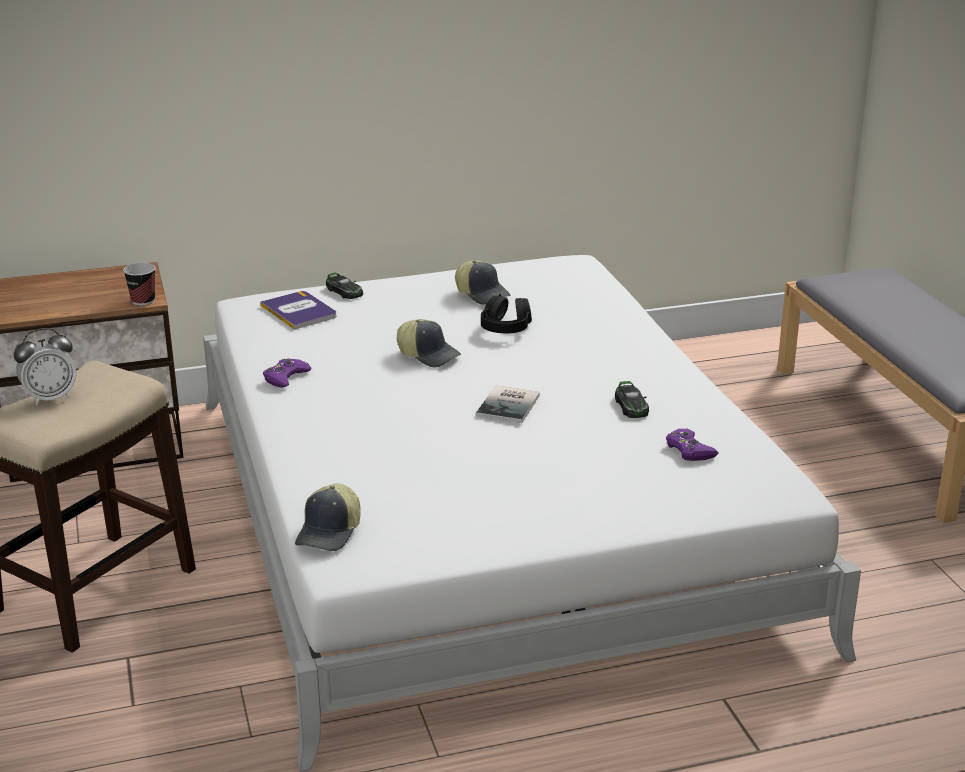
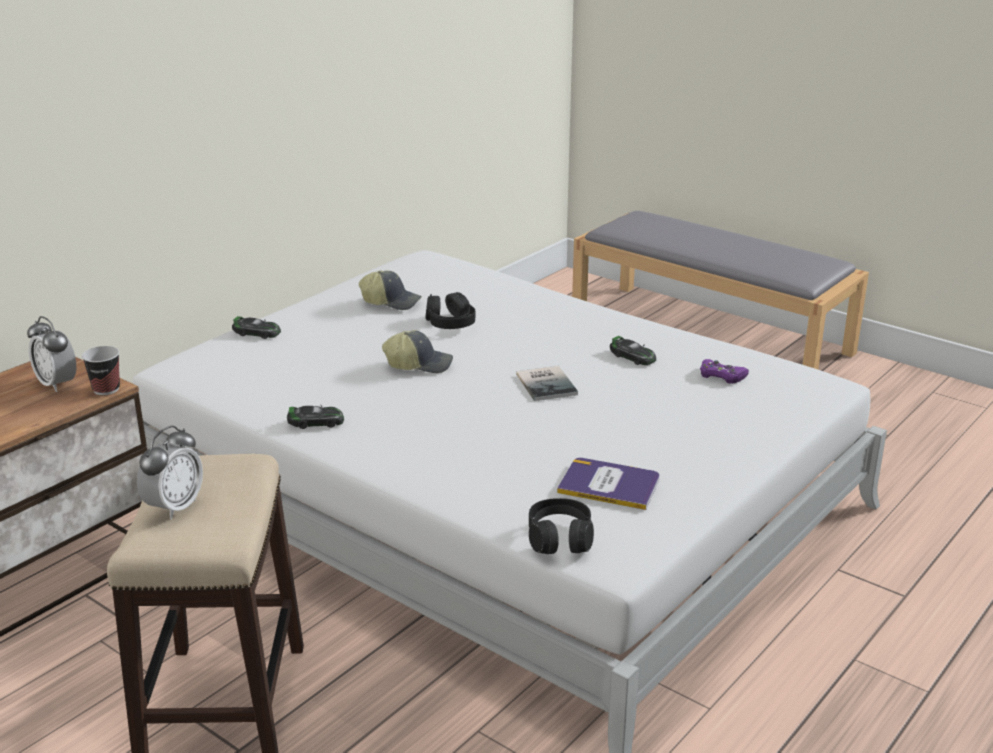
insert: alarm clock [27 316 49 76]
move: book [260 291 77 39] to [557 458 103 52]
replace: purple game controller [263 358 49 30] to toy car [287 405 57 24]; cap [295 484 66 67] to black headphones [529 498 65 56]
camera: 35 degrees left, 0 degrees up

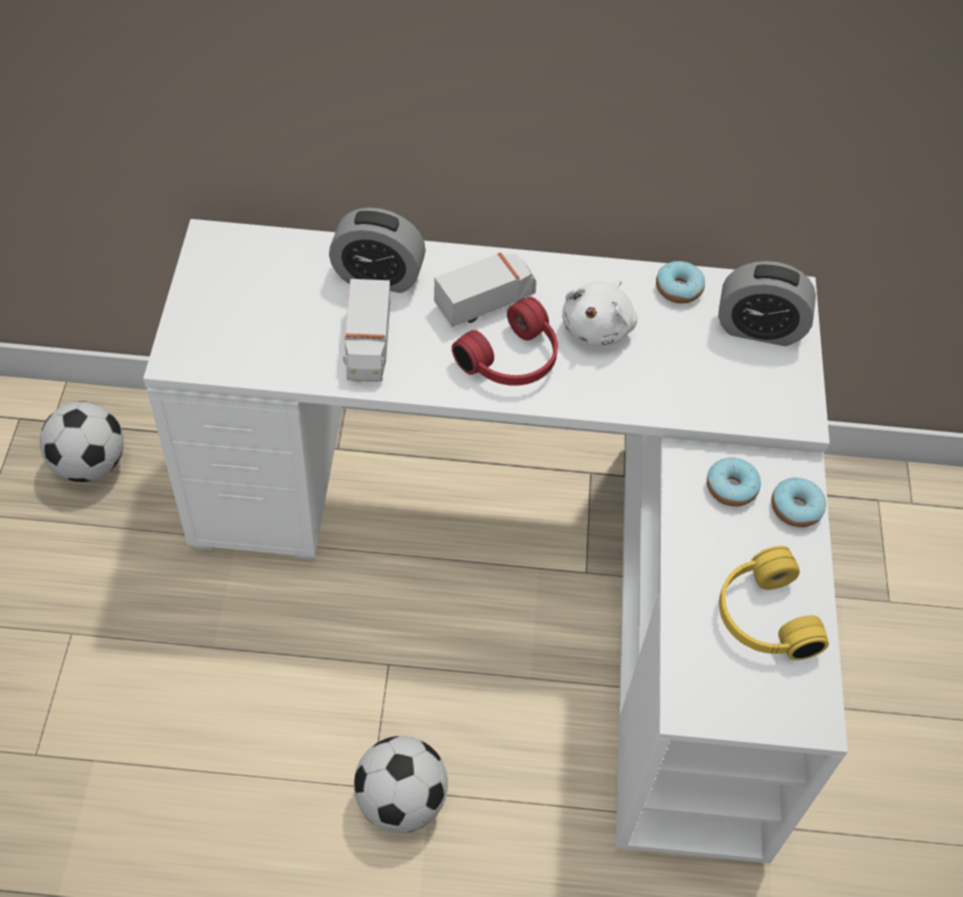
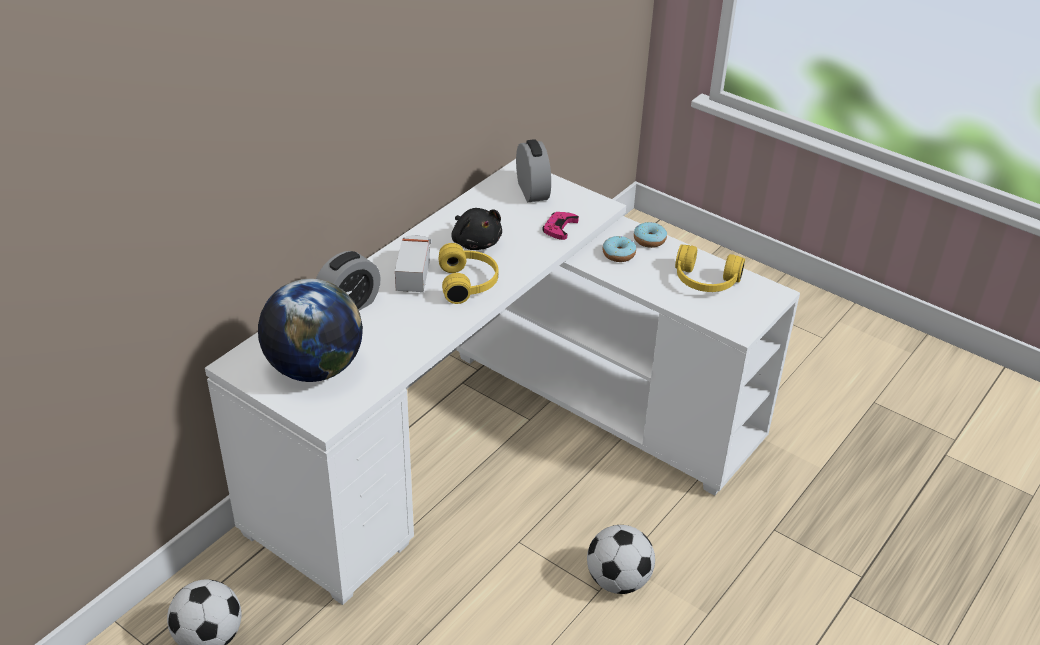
delete: toy truck [343 279 47 103]; donut [656 261 49 43]
insert: globe [258 279 105 103]; pink game controller [542 212 37 28]
recolor: red headphones [452 297 106 89] to yellow headphones [439 243 59 61]; white plush toy [562 280 75 66] to black plush toy [452 208 50 42]
rotate: alarm clock [718 261 98 85] = [516 140 35 62] 60 degrees counterclockwise
camera: 55 degrees left, 15 degrees down

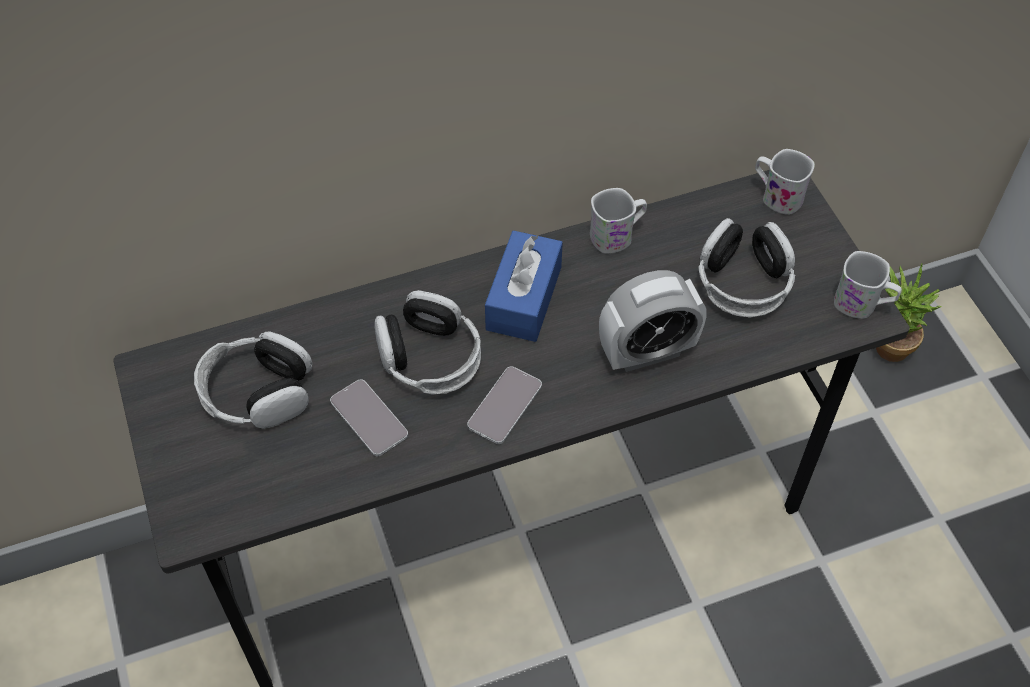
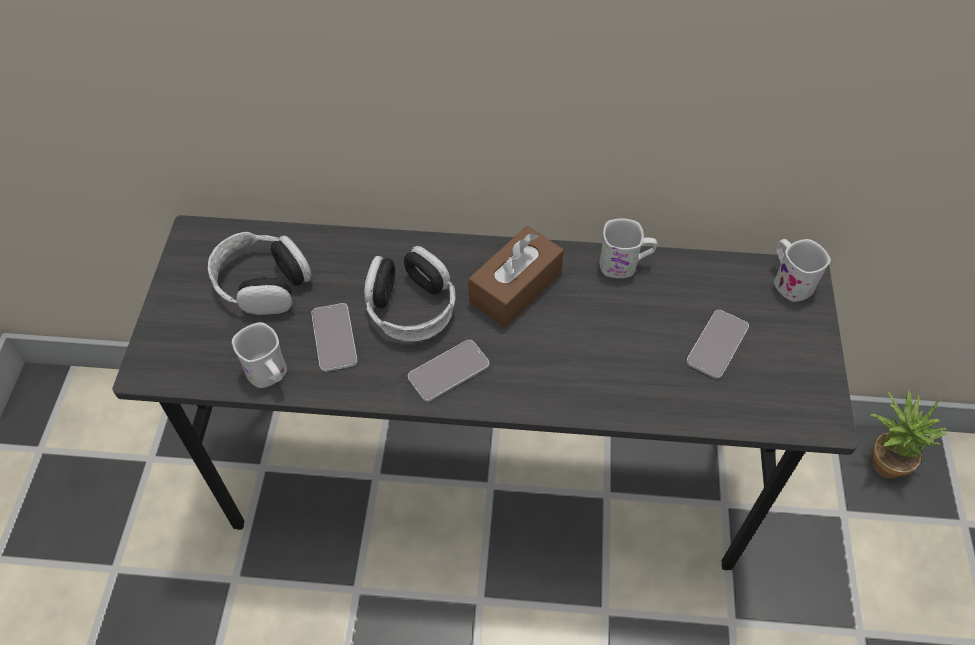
delete: alarm clock [599 270 107 102]
move: white mug [834 251 68 68] to [232 322 55 66]
replace: headphones [698 218 97 100] to phone [686 310 63 69]
recolor: blue tissue box [485 230 78 112] to brown tissue box [468 226 96 101]
camera: 25 degrees right, 0 degrees up

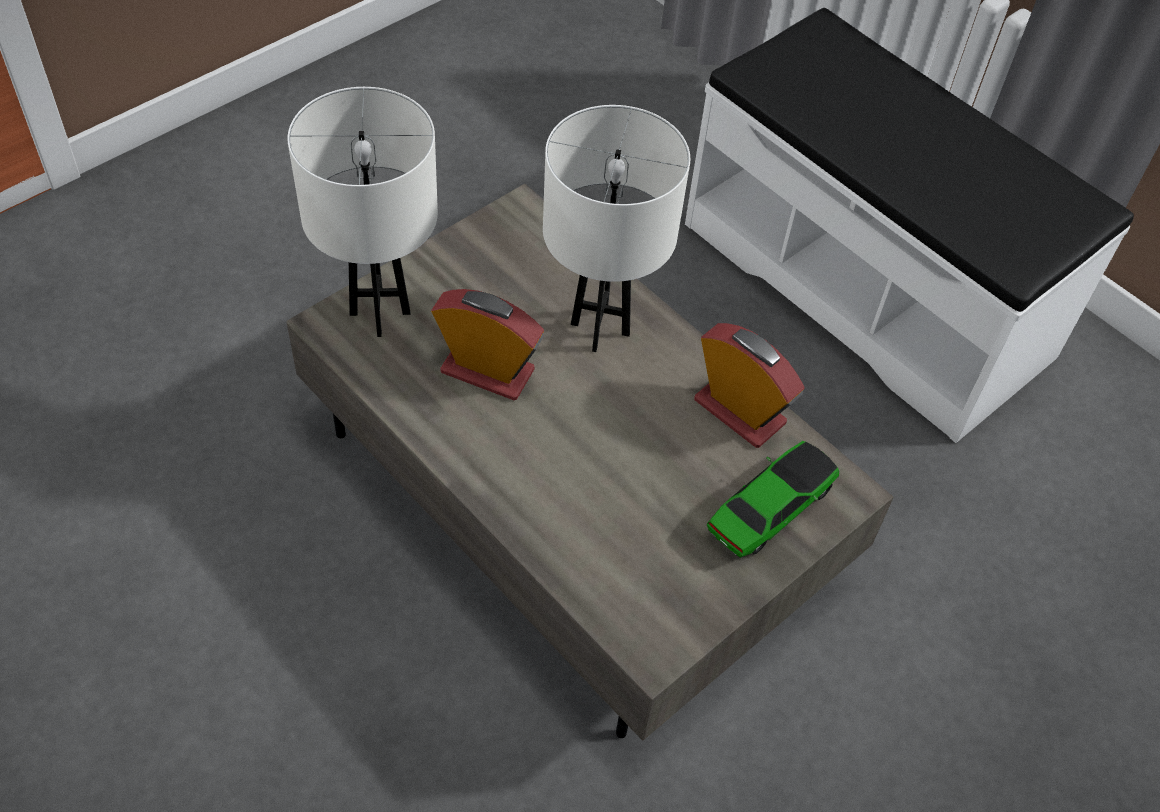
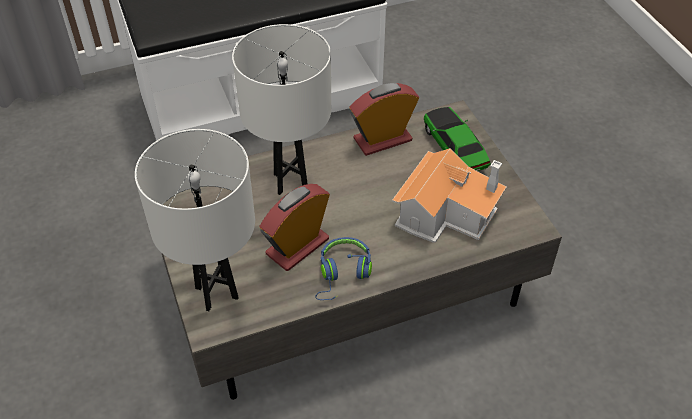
insert: blue headphones [315 237 57 63]; toy house [392 148 114 95]
camera: 65 degrees left, 5 degrees down

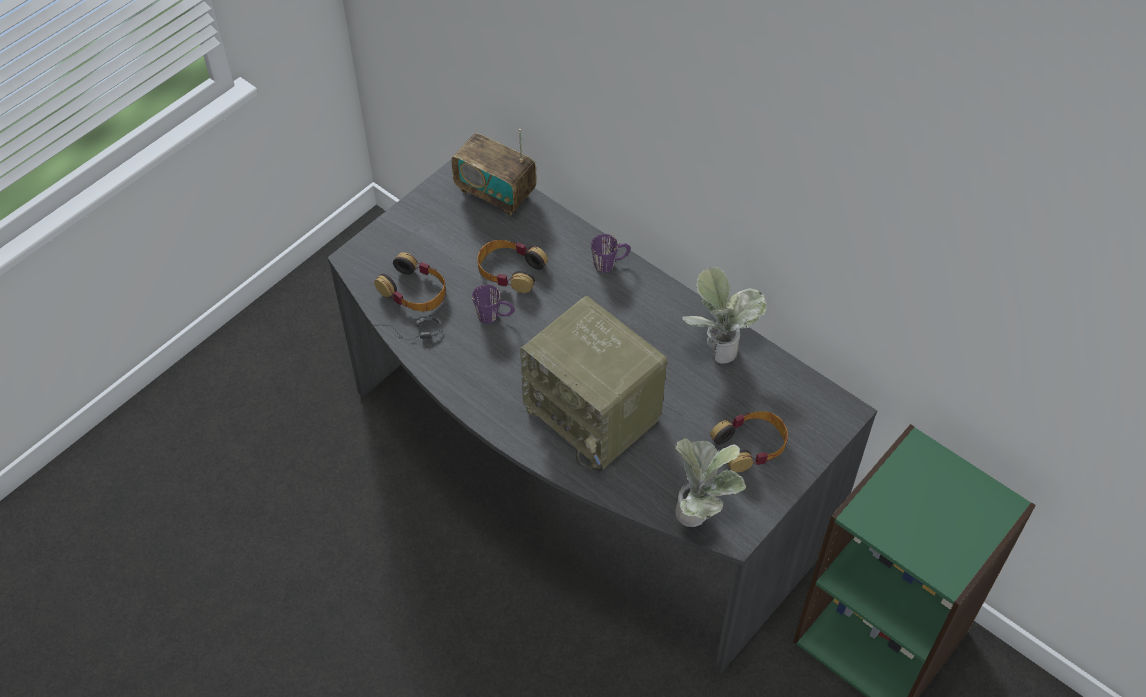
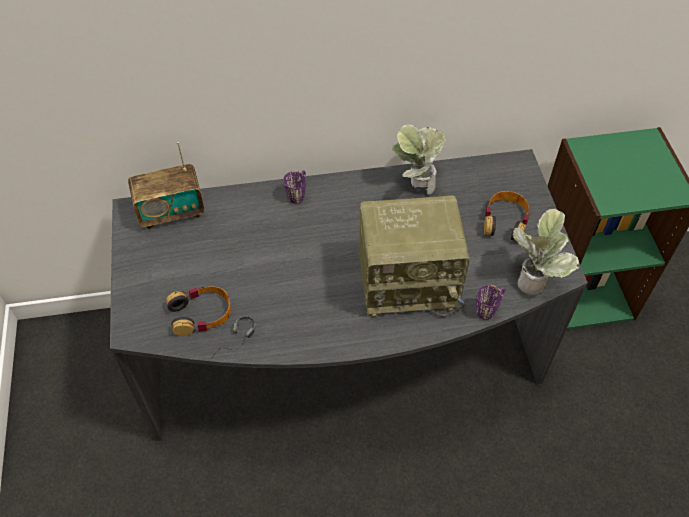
delete: headphones [477 240 71 53]
move: purple mug [472 284 43 40] to [476 285 30 35]
camera: 50 degrees left, 0 degrees up

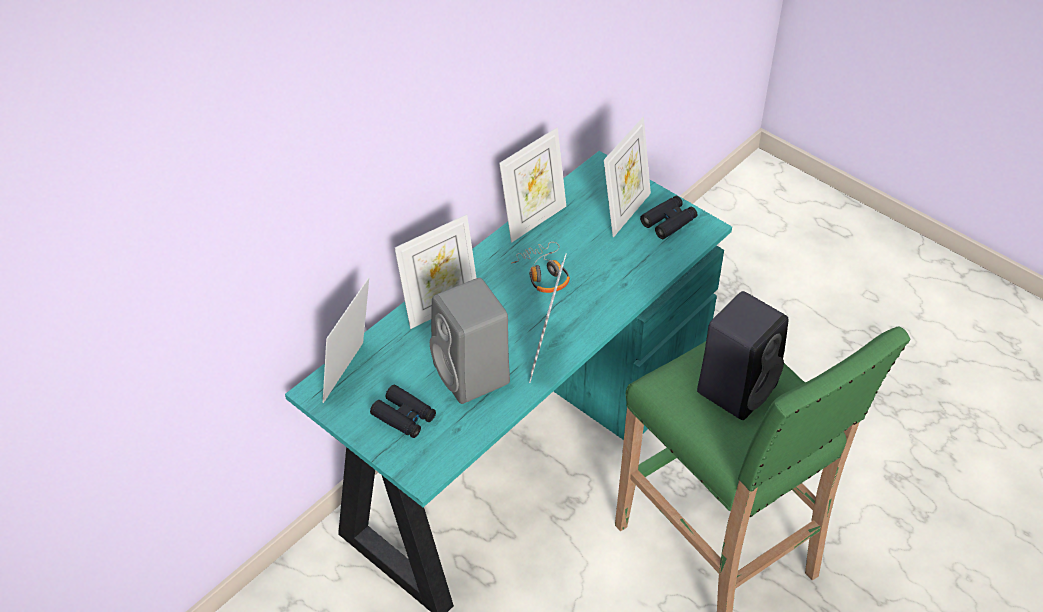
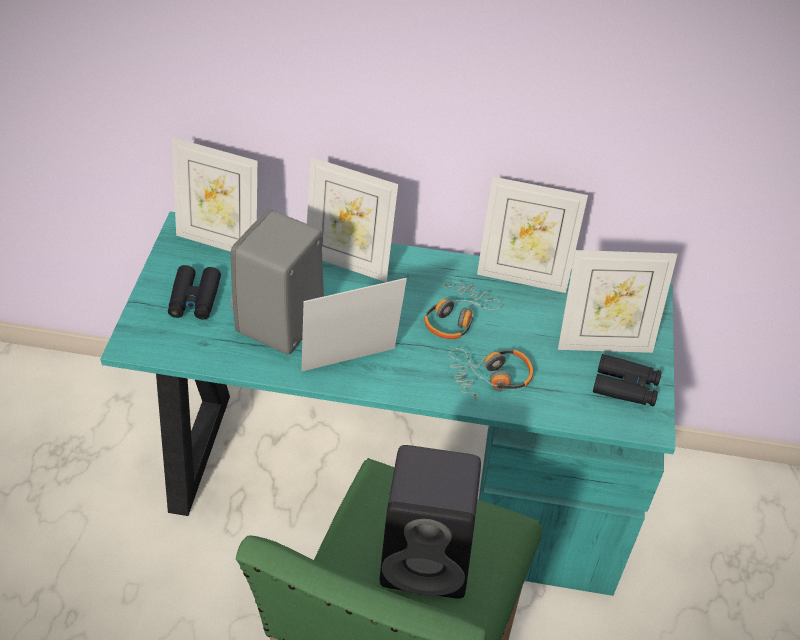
insert: headphones [449 348 84 53]
rotate: picture frame [323 277 46 126] = [172 137 86 115] 150 degrees counterclockwise
camera: 55 degrees right, 0 degrees up

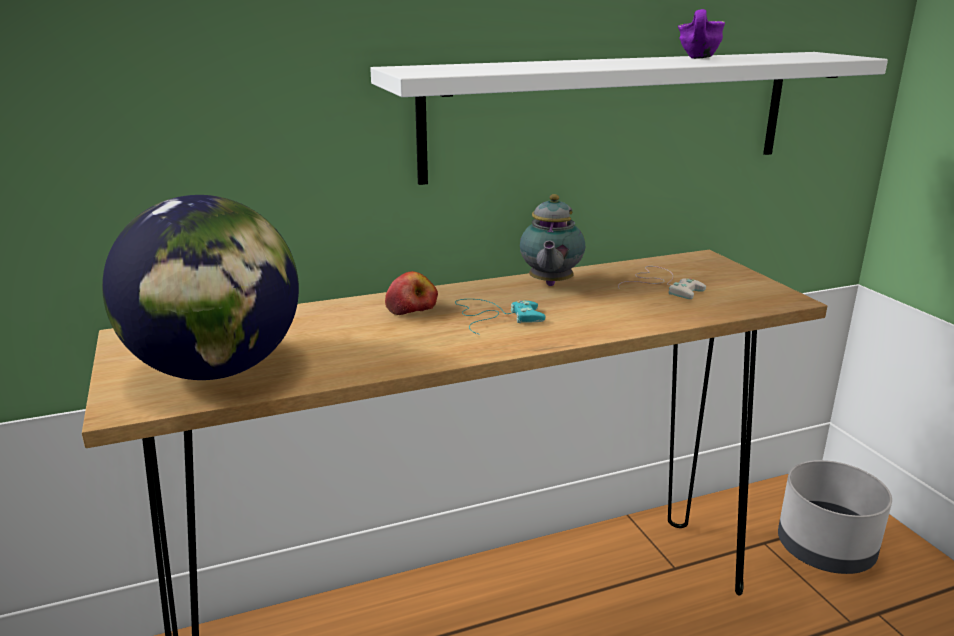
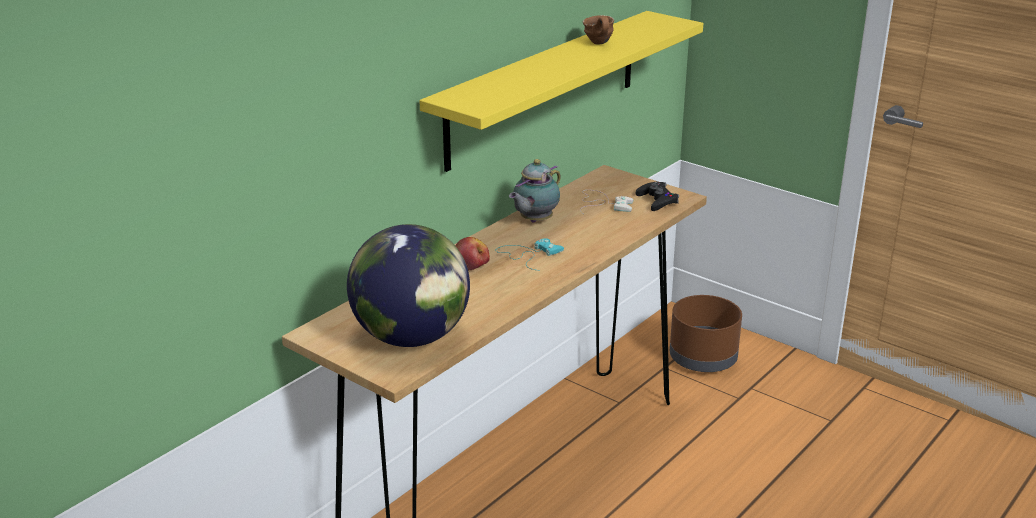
insert: black game controller [636 182 43 29]
recolor: white shelf [370 52 518 133] to yellow shelf [420 11 283 161]; purple mug [678 9 47 50] to brown mug [583 15 31 30]; grey planter [778 460 114 114] to brown planter [670 295 72 77]
rotate: teapot [520 194 65 92] = [509 159 52 64] 60 degrees clockwise
camera: 30 degrees left, 5 degrees up

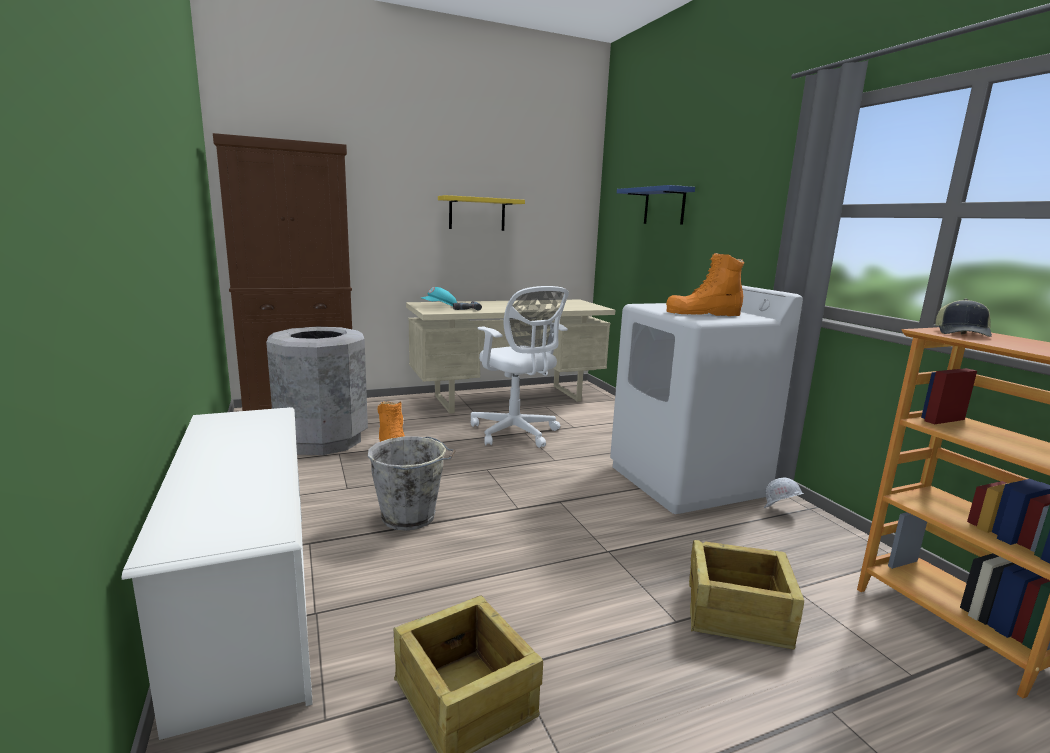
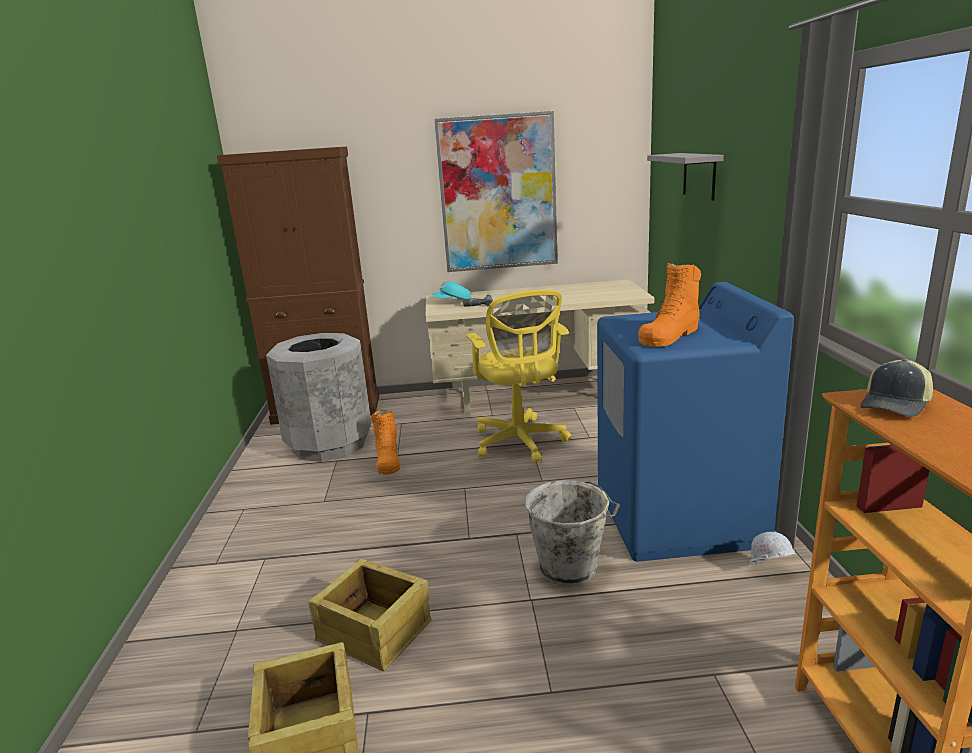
delete: white shoe rack [122 407 191 333]
move: crate [689 540 115 110] to [308 559 123 112]; grey bucket [368 437 88 94] to [525 480 95 106]
replace: yellow shelf [438 195 87 36] to picture [434 111 124 161]
recolor: white office chair [471 286 98 162] to yellow office chair [466 290 105 174]; white washing machine [610 285 193 229] to blue washing machine [597 282 197 280]; blue shelf [617 185 78 40] to grey shelf [647 153 77 47]
rotate: orange boot [666 253 78 63] = [638 263 63 84] 60 degrees counterclockwise
camera: 20 degrees right, 5 degrees up

